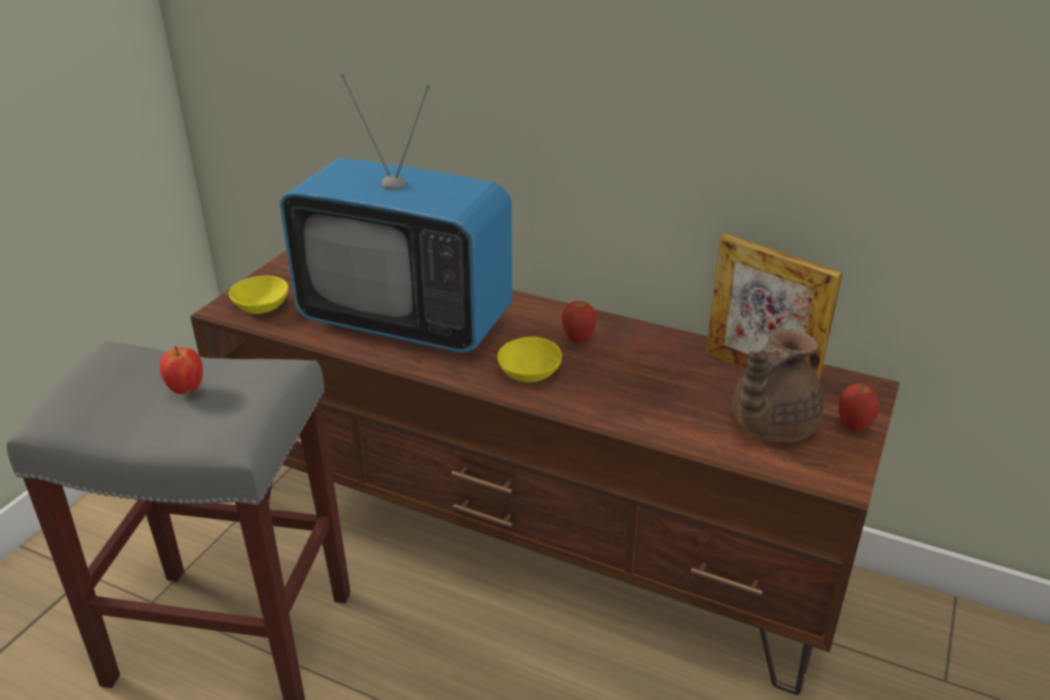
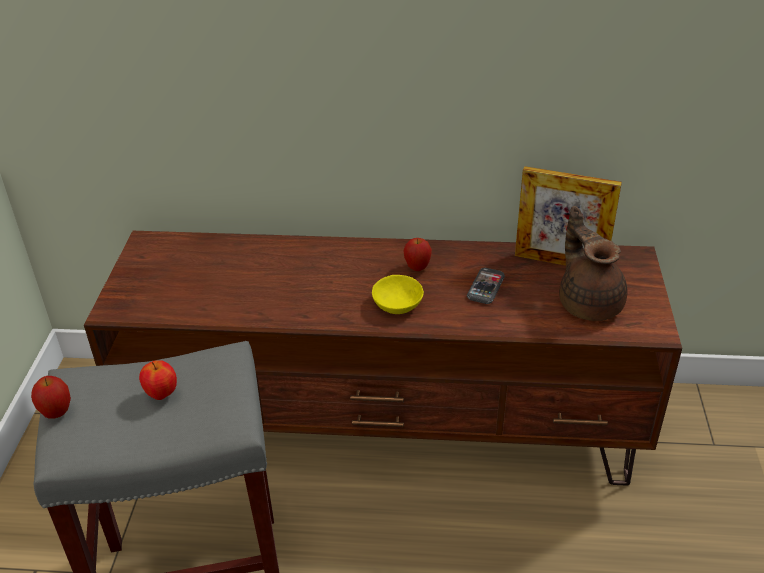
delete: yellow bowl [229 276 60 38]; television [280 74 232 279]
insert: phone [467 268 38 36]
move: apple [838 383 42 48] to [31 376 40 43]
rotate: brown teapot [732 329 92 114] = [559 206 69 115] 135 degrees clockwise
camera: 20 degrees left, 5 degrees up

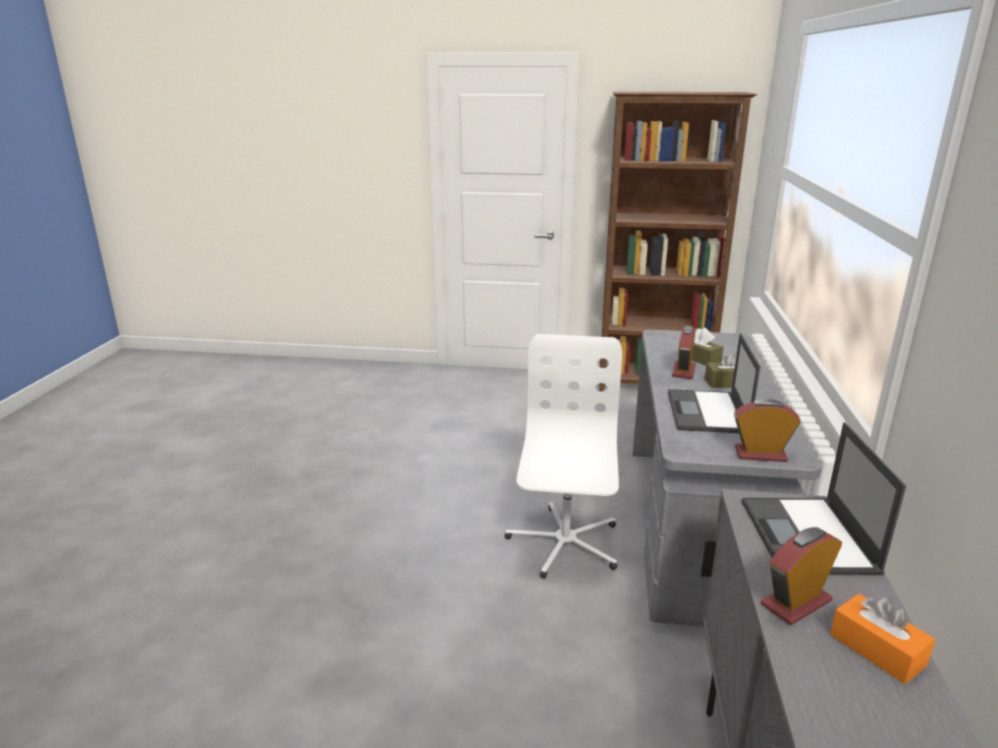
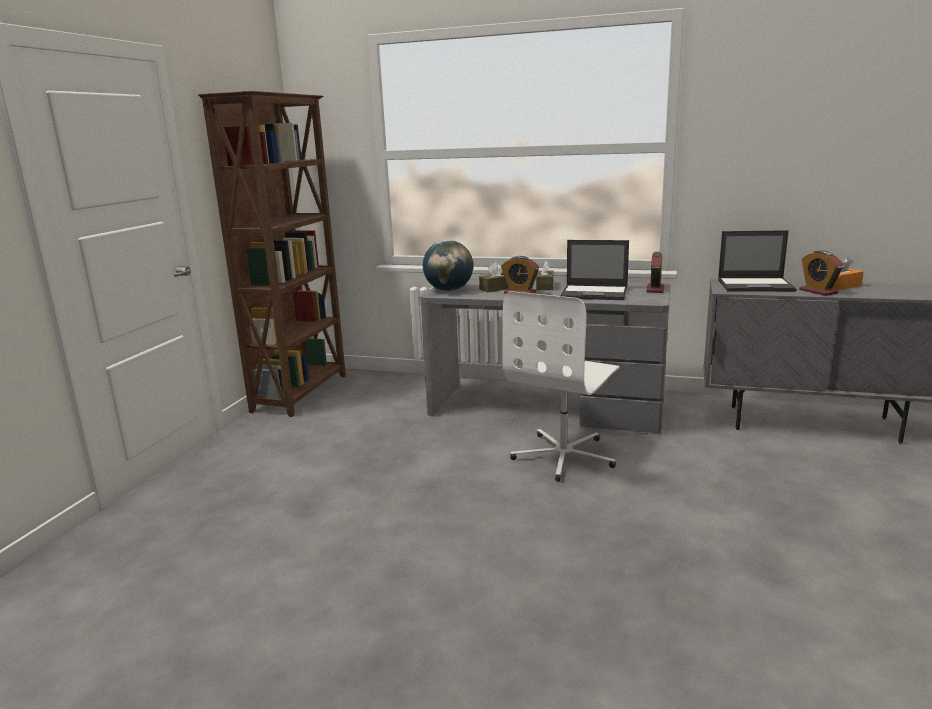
insert: globe [423 240 50 51]
rotate: white office chair [505 334 117 245] = [502 291 118 190] 75 degrees counterclockwise
camera: 80 degrees left, 5 degrees down

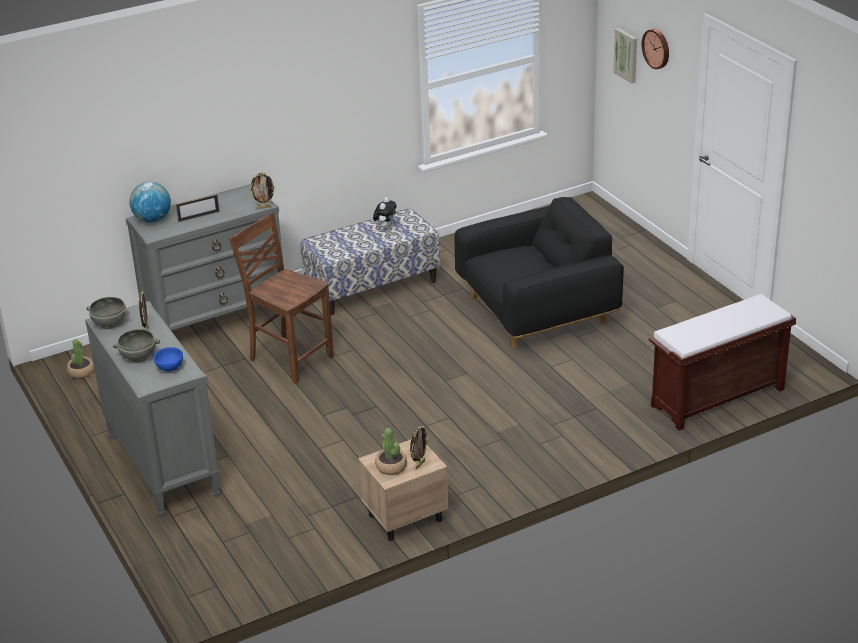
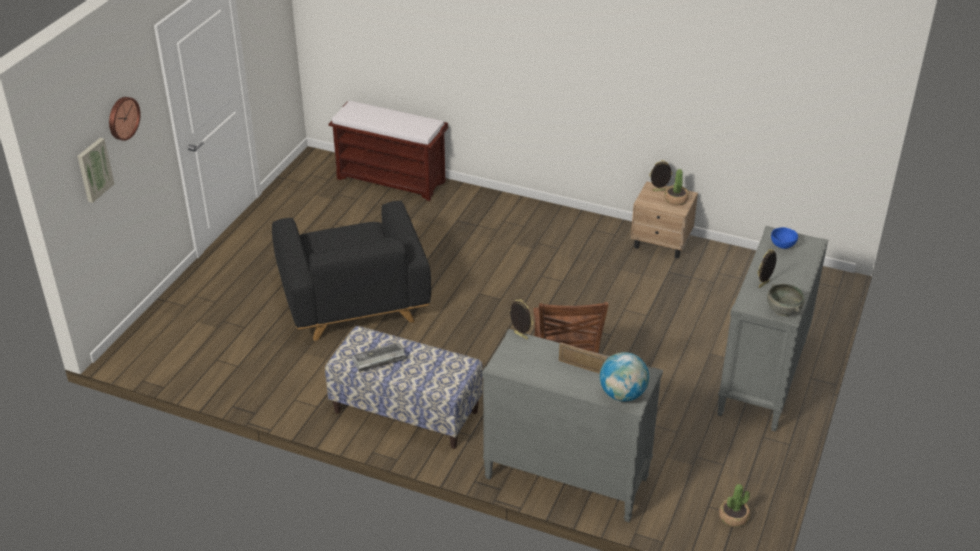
delete: grey bowl [113 329 47 33]
replace: plush toy [373 197 24 32] to keyboard [352 343 54 29]
rotate: black armchair [454 197 170 151] = [272 201 159 140] 135 degrees counterclockwise
camera: 130 degrees left, 5 degrees up

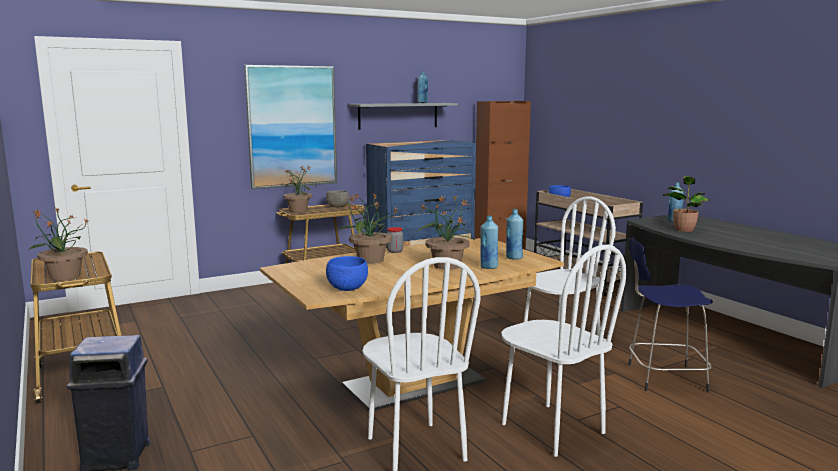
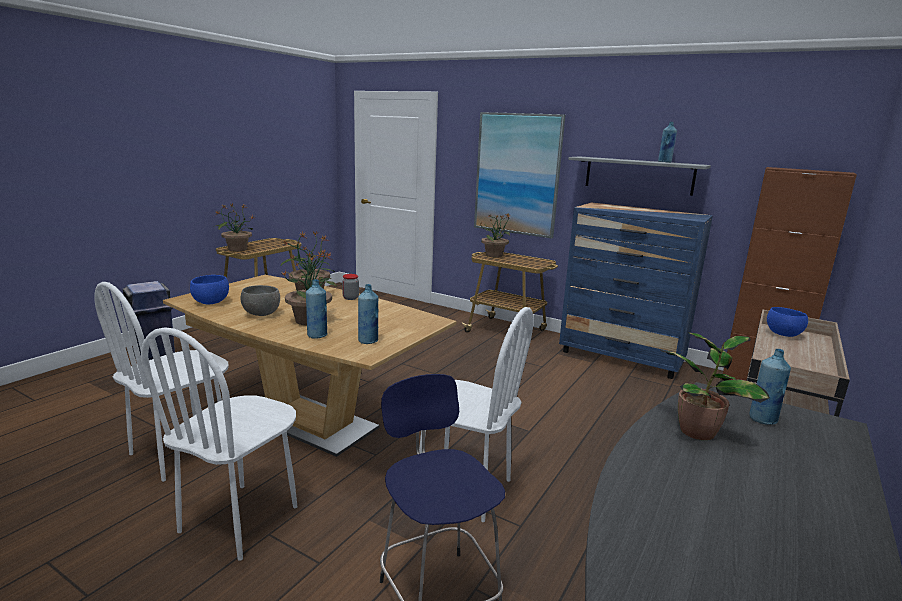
move: grey bowl [326 190 23 17] to [240 285 40 31]
camera: 60 degrees right, 5 degrees up

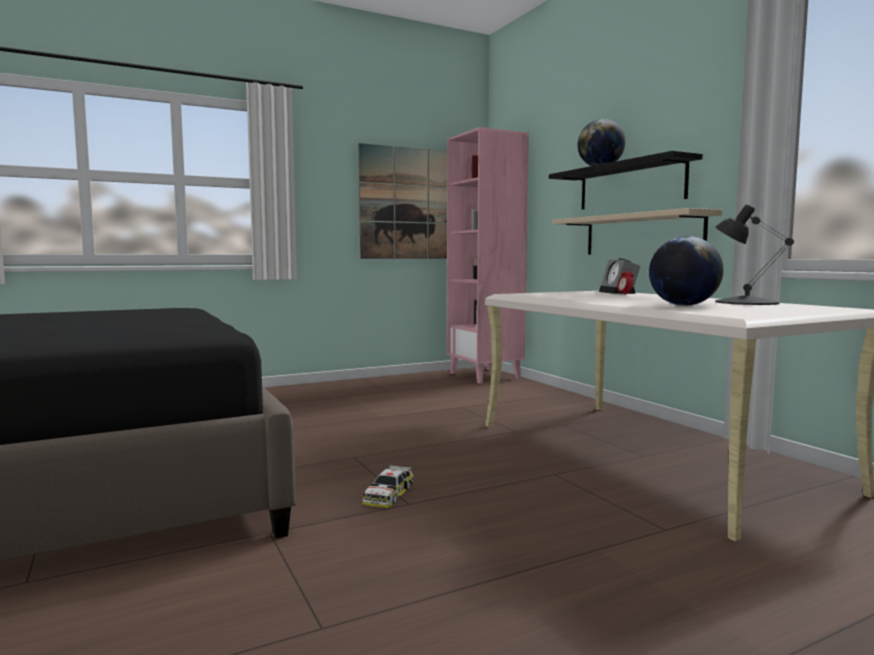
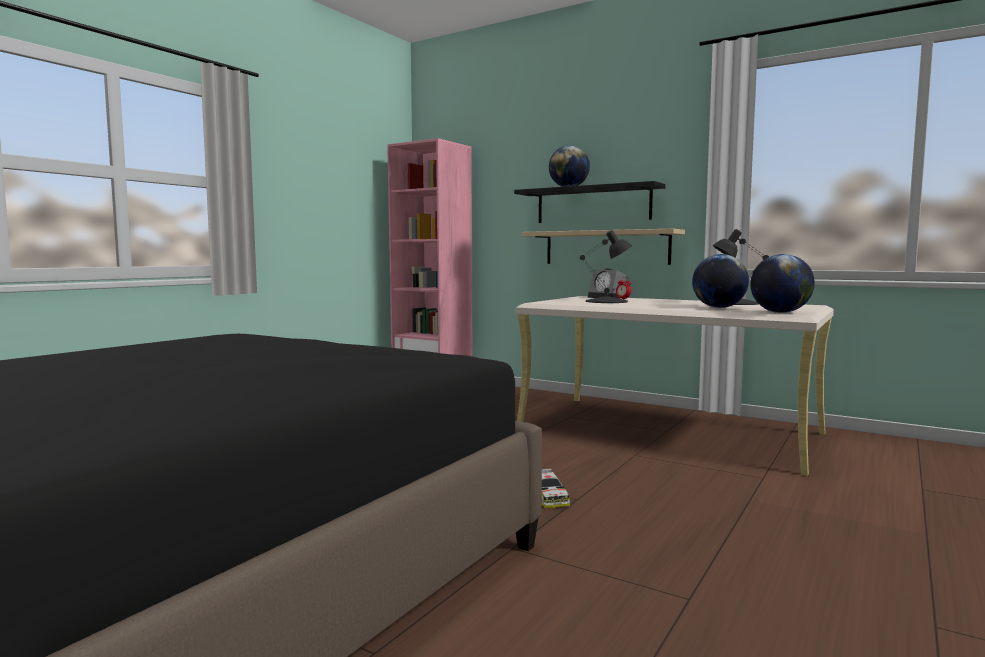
delete: picture [359 143 88 116]
insert: black table lamp [580 230 52 73]; globe [750 254 65 59]
camera: 30 degrees left, 0 degrees up

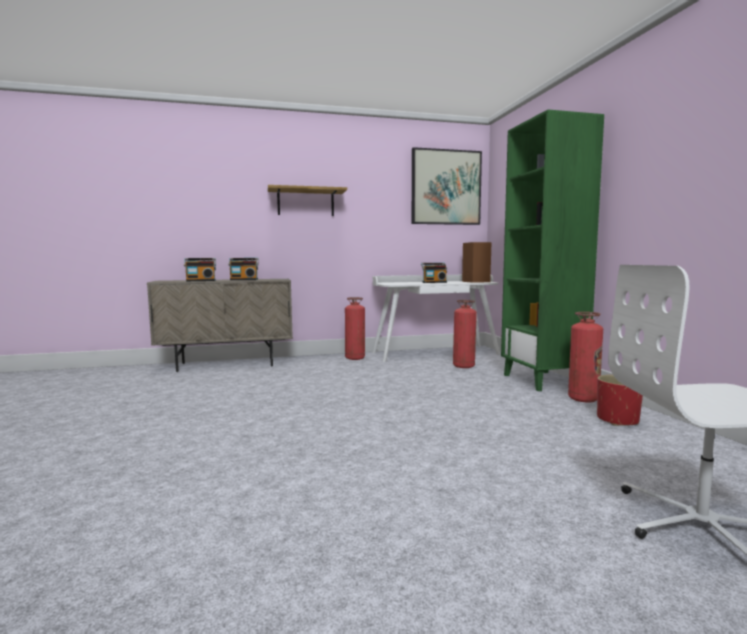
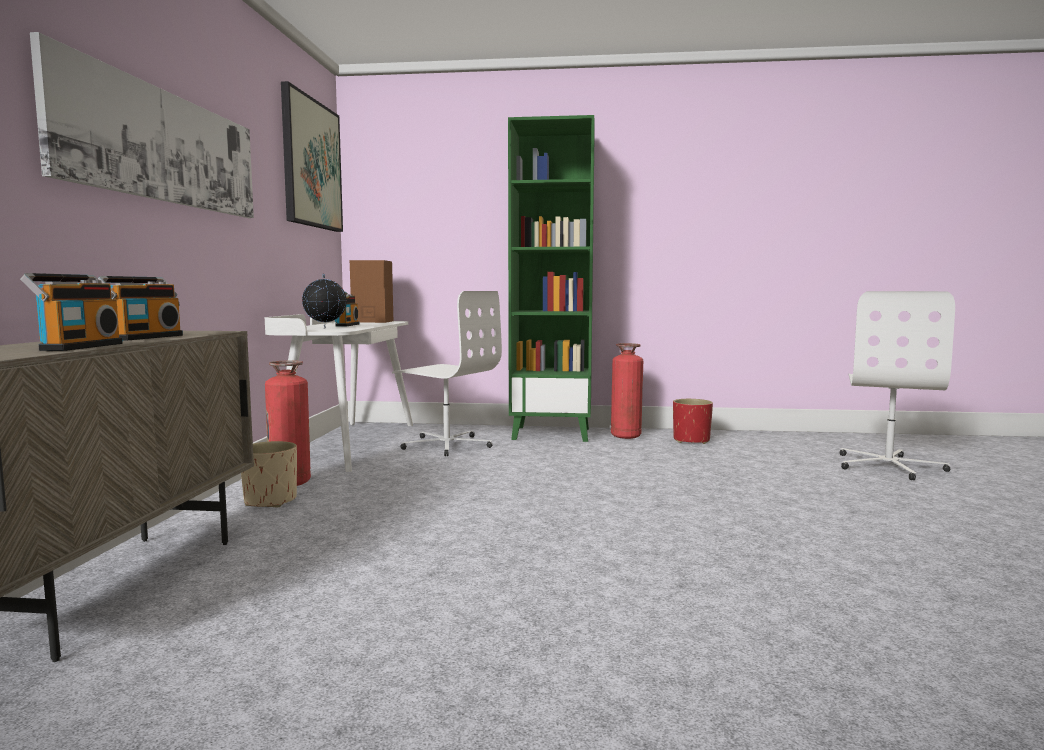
insert: beige planter [241 441 56 66]; globe [302 274 45 54]
replace: shelf [268 185 79 31] to picture [30 32 224 186]; fire extinguisher [453 300 24 68] to white office chair [392 291 110 165]
camera: 70 degrees left, 0 degrees up

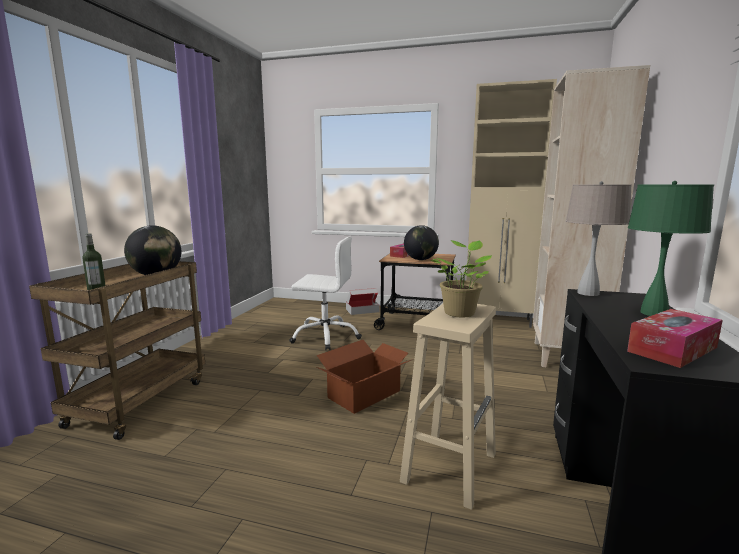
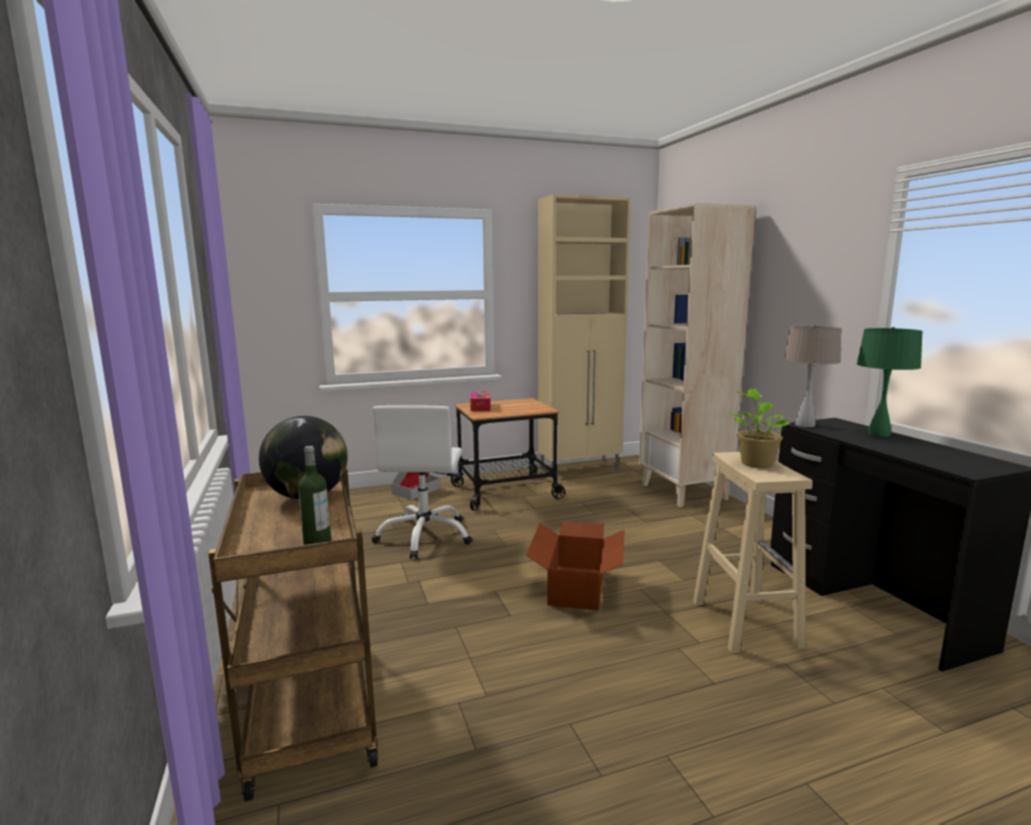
delete: globe [404 225 35 35]; tissue box [627 309 96 59]
rotate: white office chair [289 236 73 114] = [372 405 101 154] 120 degrees clockwise
camera: 35 degrees left, 0 degrees up

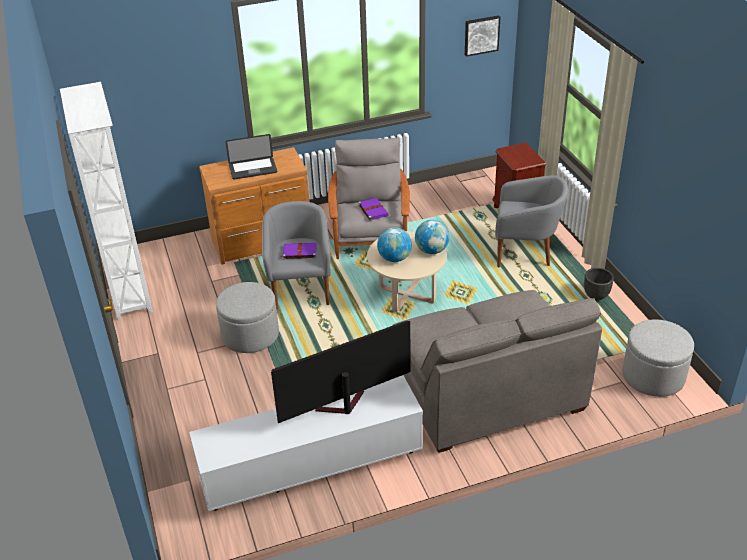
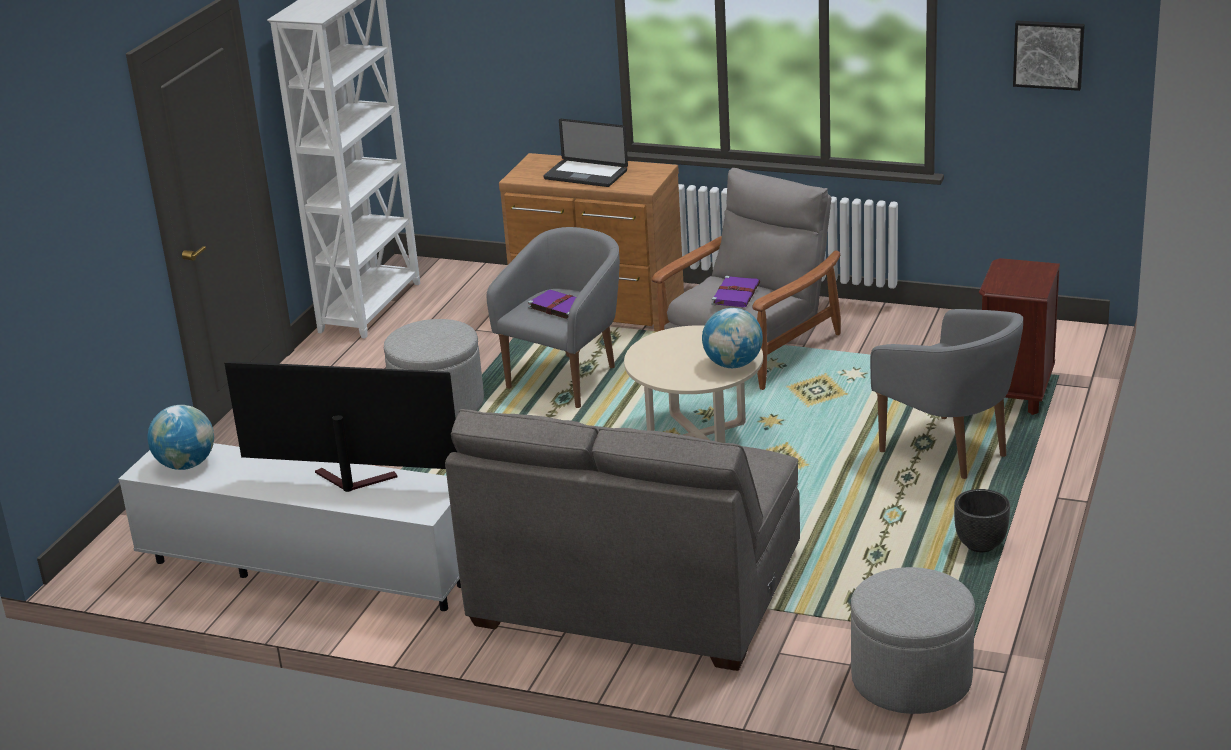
move: globe [377 227 35 35] to [147 405 67 65]
camera: 40 degrees right, 10 degrees down

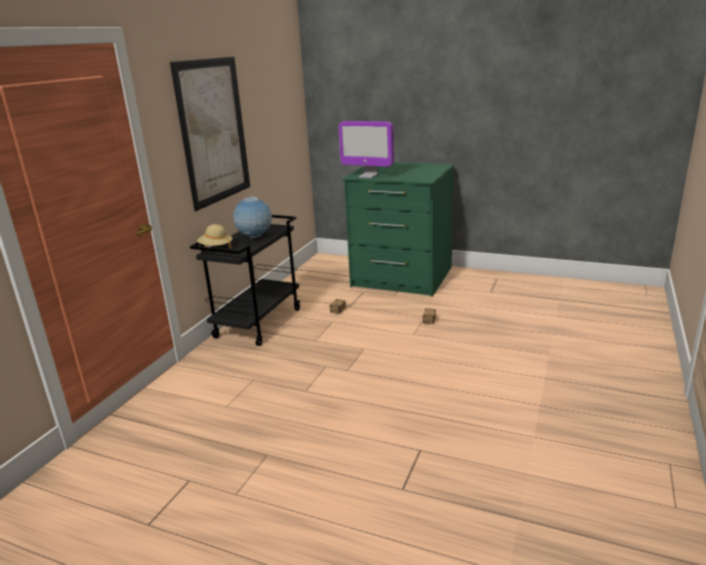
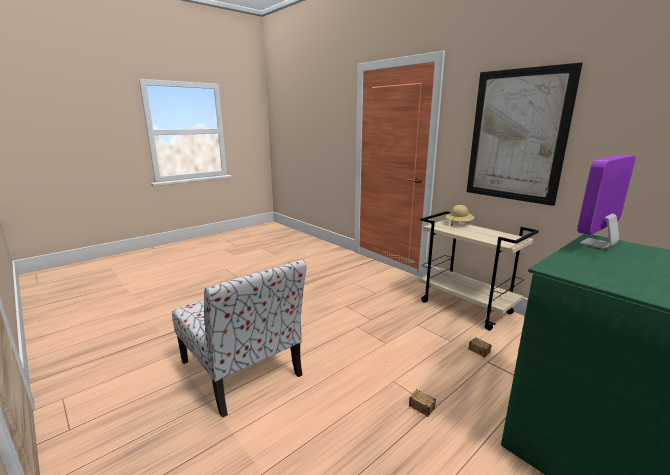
delete: globe [233 196 39 43]
insert: chair [172 259 134 159]
recolor: black cart [190 215 111 131] to beige cart [419 211 120 119]
camera: 115 degrees right, 5 degrees down

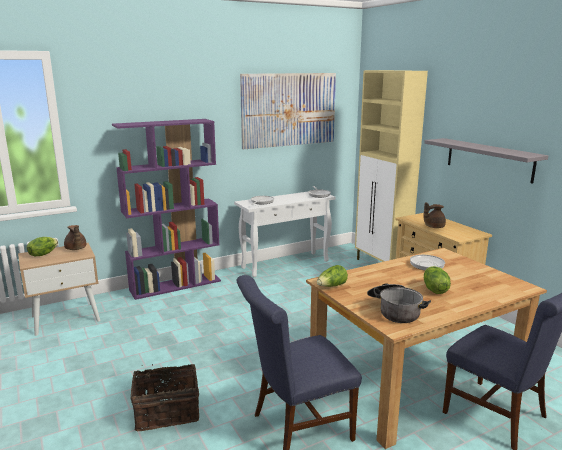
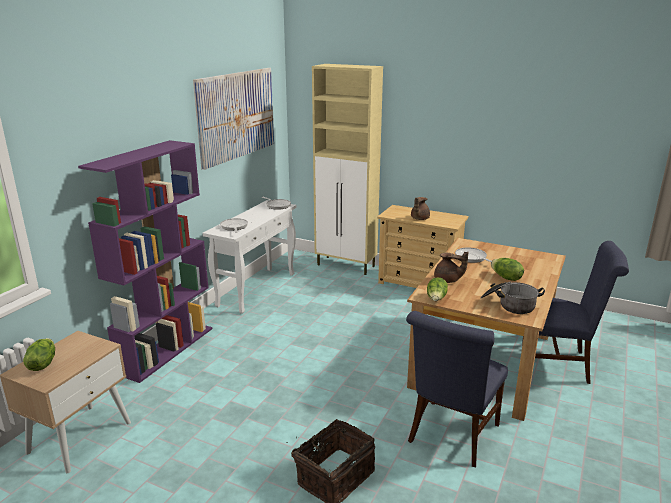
delete: grey shelf [424 138 124 46]
move: brown teapot [64 225 22 25] to [434 252 34 31]
camera: 35 degrees left, 5 degrees up

